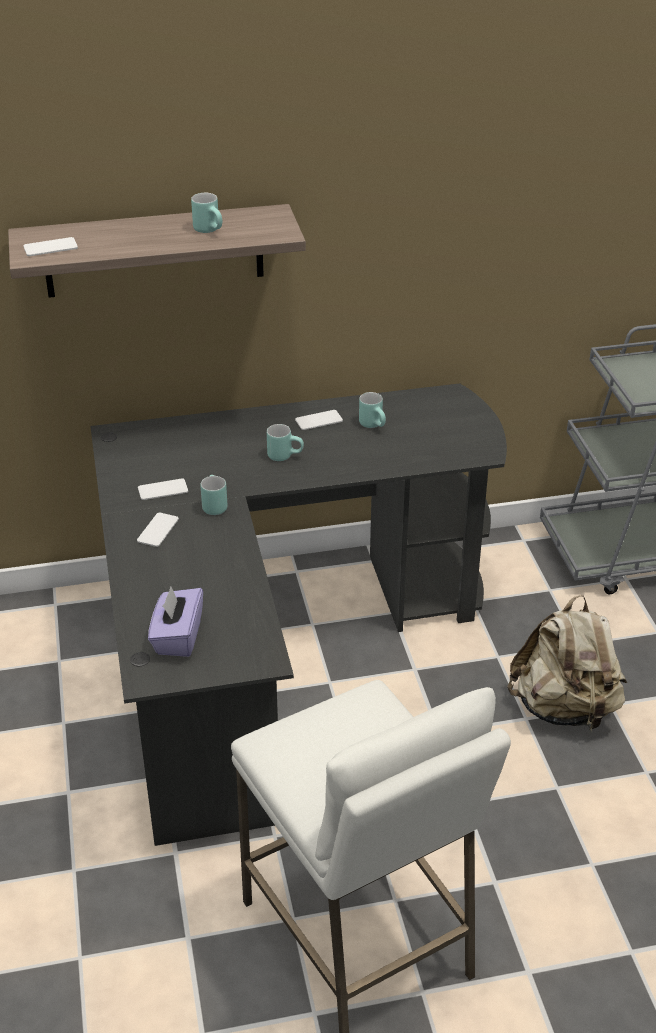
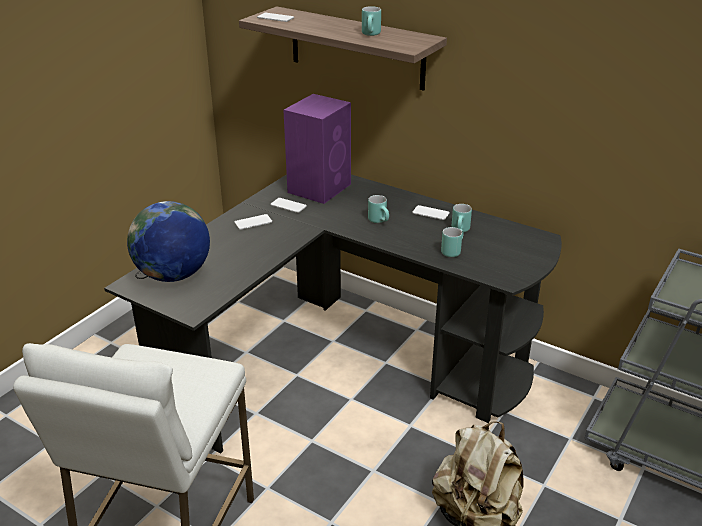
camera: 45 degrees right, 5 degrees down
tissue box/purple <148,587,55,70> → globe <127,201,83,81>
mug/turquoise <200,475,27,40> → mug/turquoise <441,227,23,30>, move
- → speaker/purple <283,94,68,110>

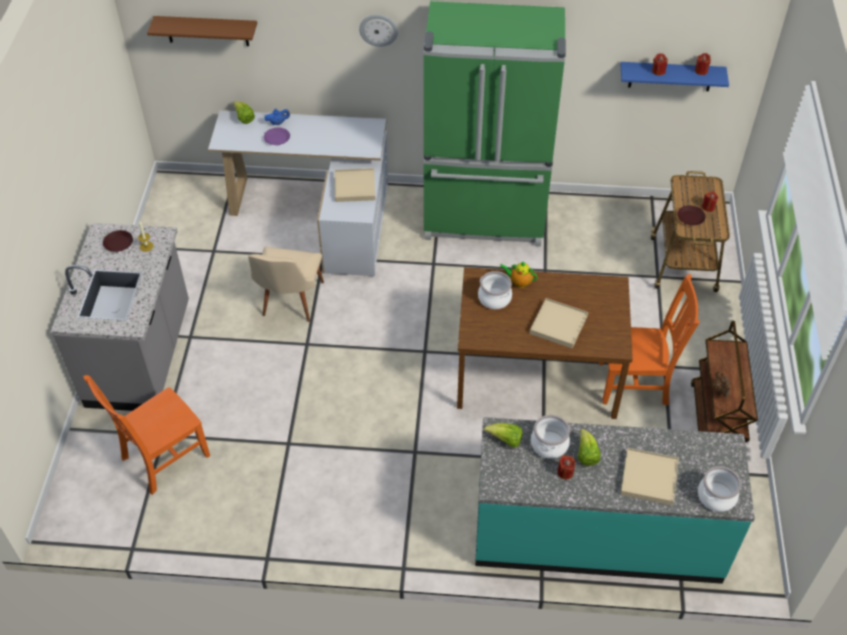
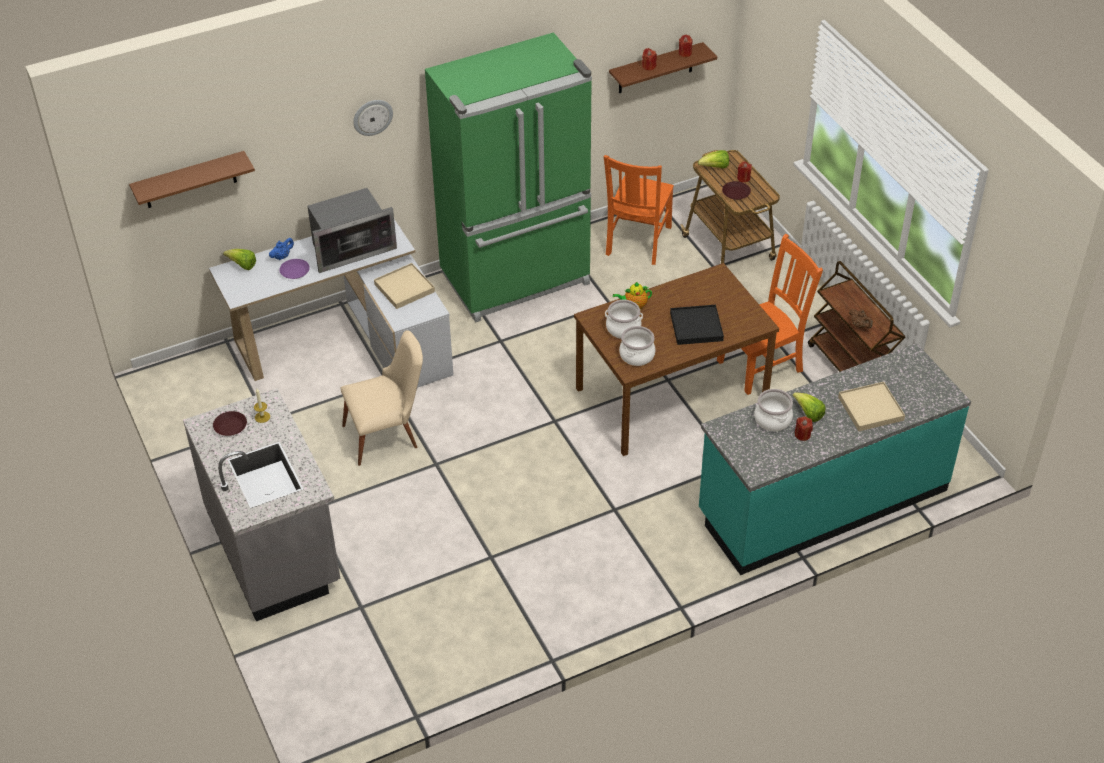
camera: 30 degrees left, 5 degrees down
chair/orange <83,375,127,120> → chair/orange <604,155,70,110>, move
chair/beige <248,247,76,75> → chair/beige <341,330,82,136>, 90 degrees counterclockwise
lettuce <484,423,39,25> → lettuce <698,150,31,18>, move
tray/beige <530,298,58,51> → tray/black <670,305,54,40>
shelf/blue <620,62,109,29> → shelf/brown <609,42,108,51>
cooking pot <698,466,43,46> → cooking pot <619,326,36,40>, move
- → microwave <307,188,90,85>

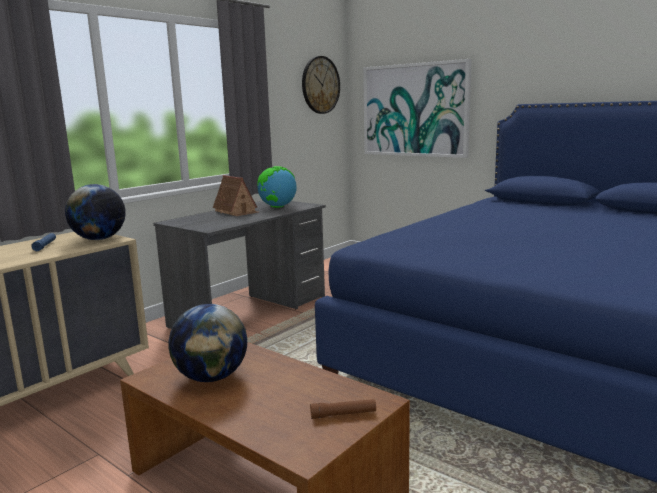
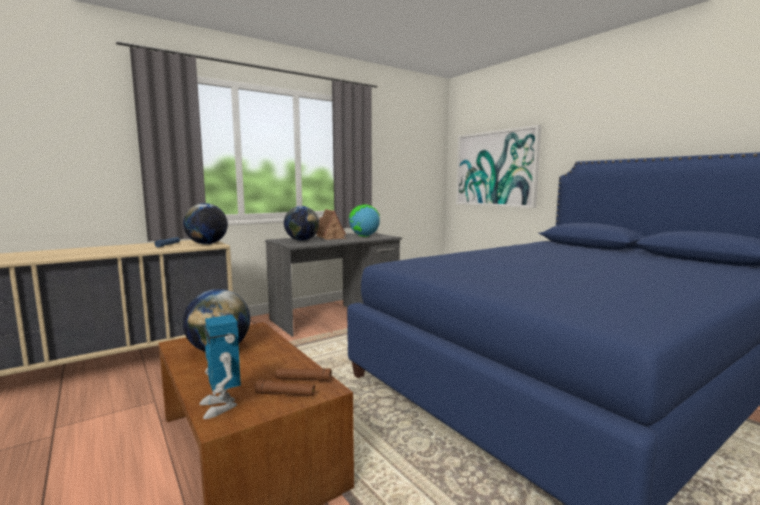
camera: 15 degrees right, 5 degrees down
wall clock <302,56,38,58> → -
- → toy robot <199,315,42,104>
- → flashlight/brown <275,368,57,13>
- → globe <284,206,35,35>

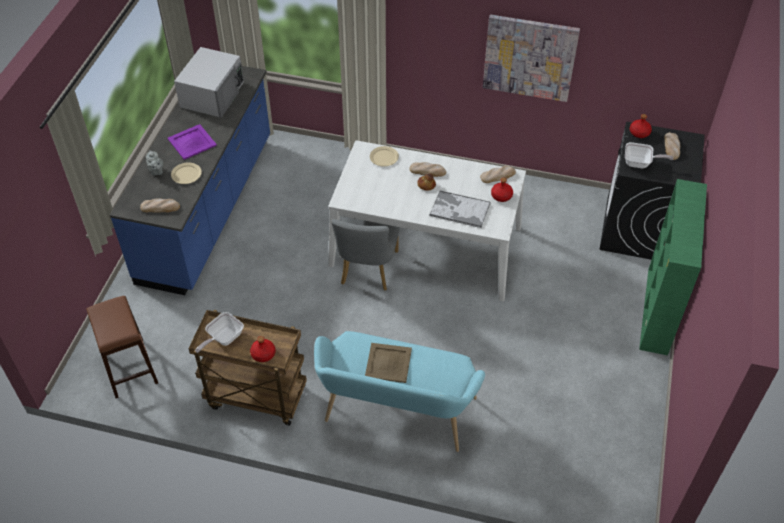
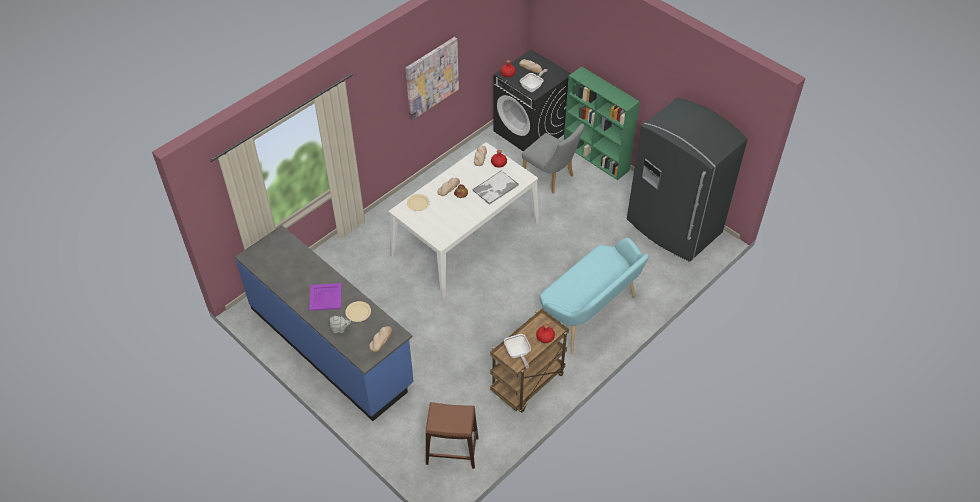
camera: 60 degrees left, 0 degrees up
microwave/white <174,47,70,71> → -
chair/grey <331,217,69,74> → chair/grey <522,124,62,70>, move
tray/beige <365,343,47,40> → -
- → fridge/grey <627,98,121,164>

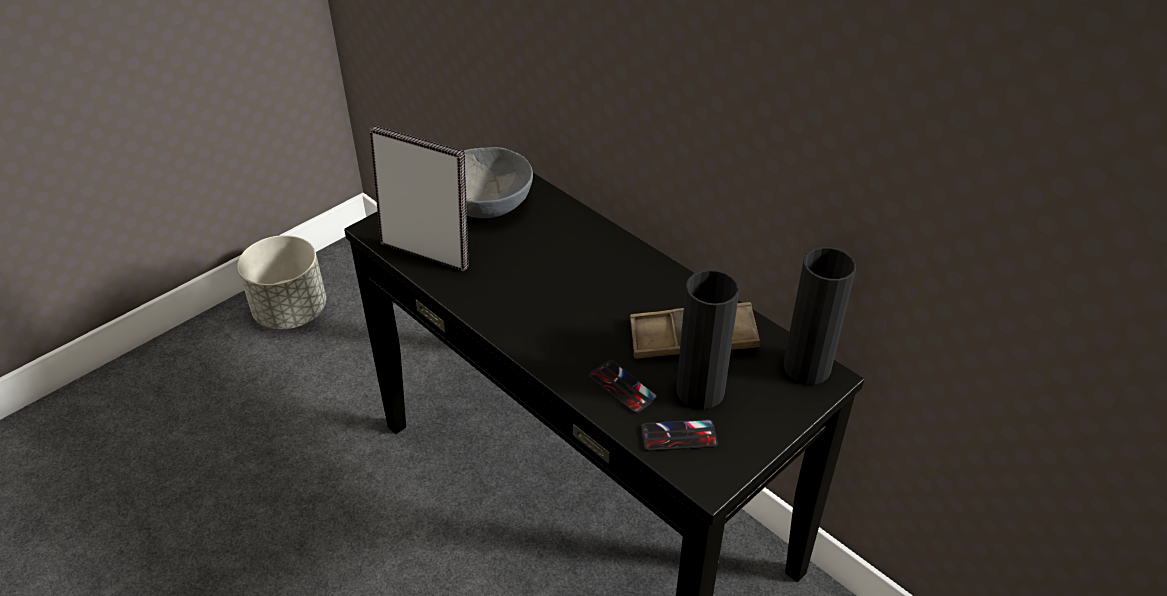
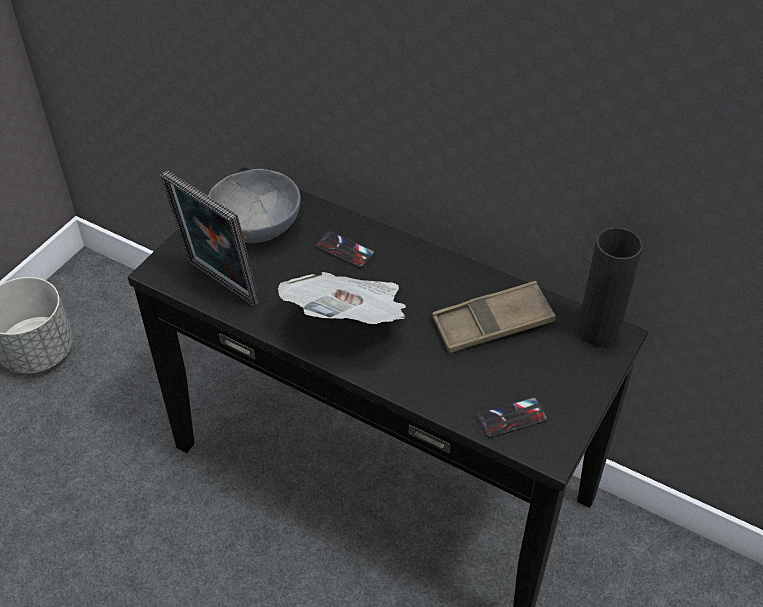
camera: 15 degrees left, 5 degrees up
picture frame <370,126,99,145> → picture frame <160,170,100,137>, 150 degrees counterclockwise
phone <589,360,69,54> → phone <315,231,60,37>, move
vase/black <676,270,64,139> → -
- → newspaper <278,272,128,52>

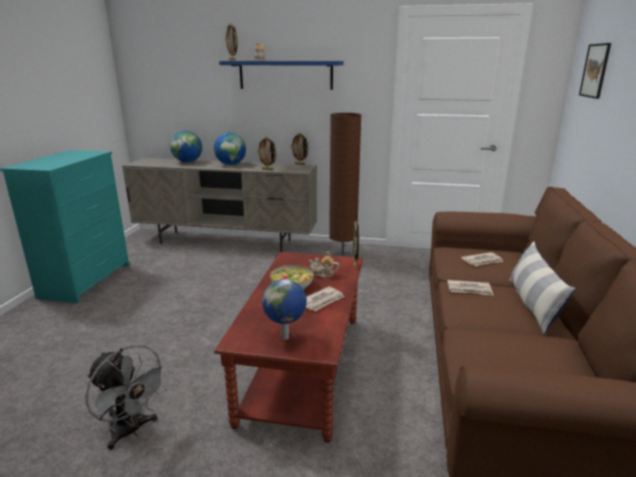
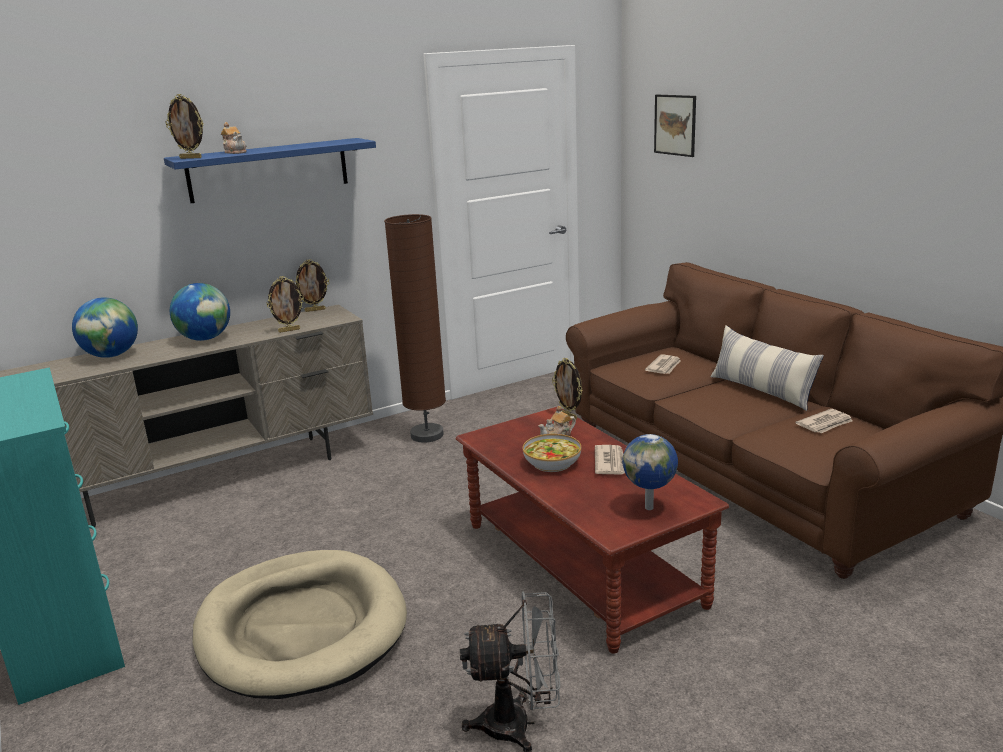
camera: 40 degrees left, 0 degrees up
newspaper <447,280,47,16> → newspaper <795,409,58,24>, move
- → dog bed/beige <192,550,215,149>

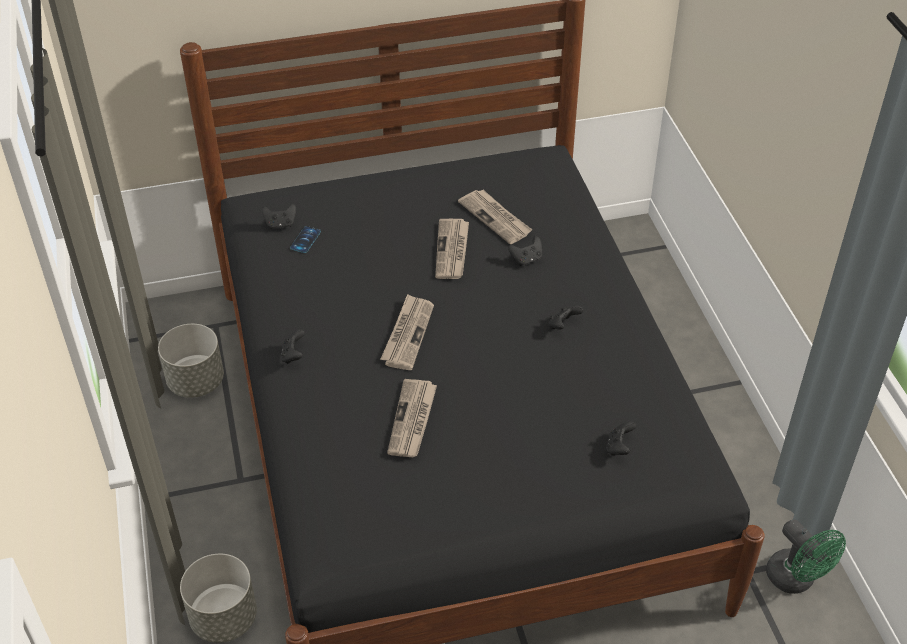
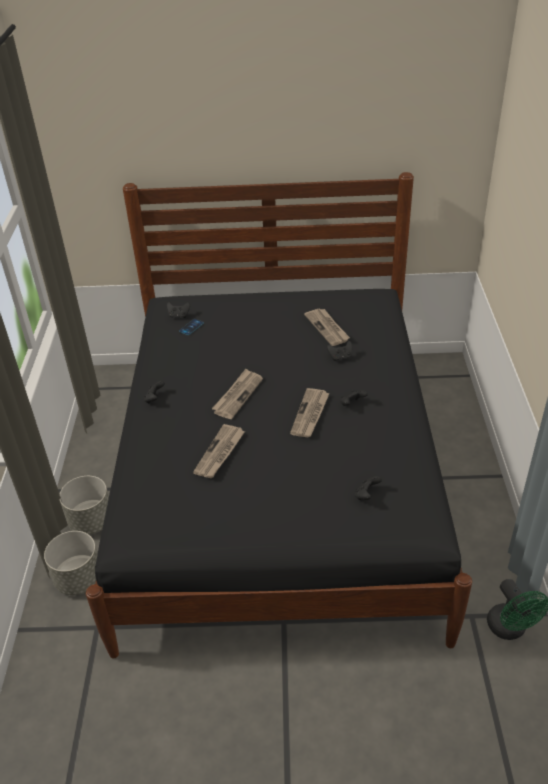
camera: 15 degrees right, 5 degrees down
planter/grey <158,324,66,74> → planter/grey <60,476,49,58>, move
newspaper <435,219,34,60> → newspaper <290,388,40,49>, move

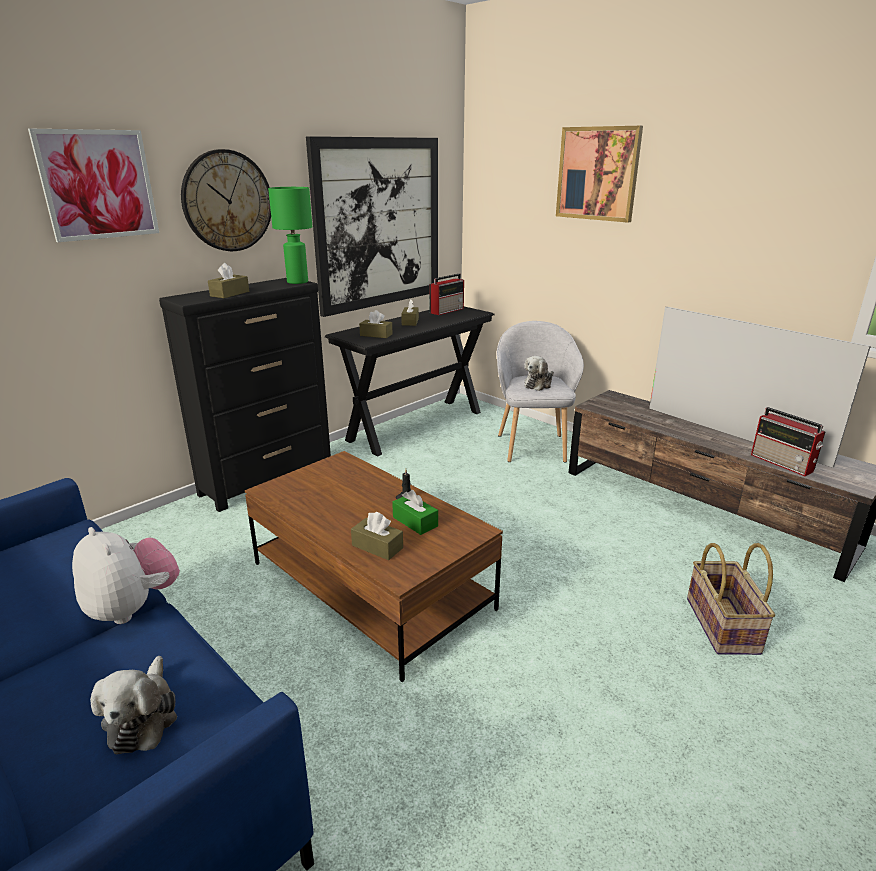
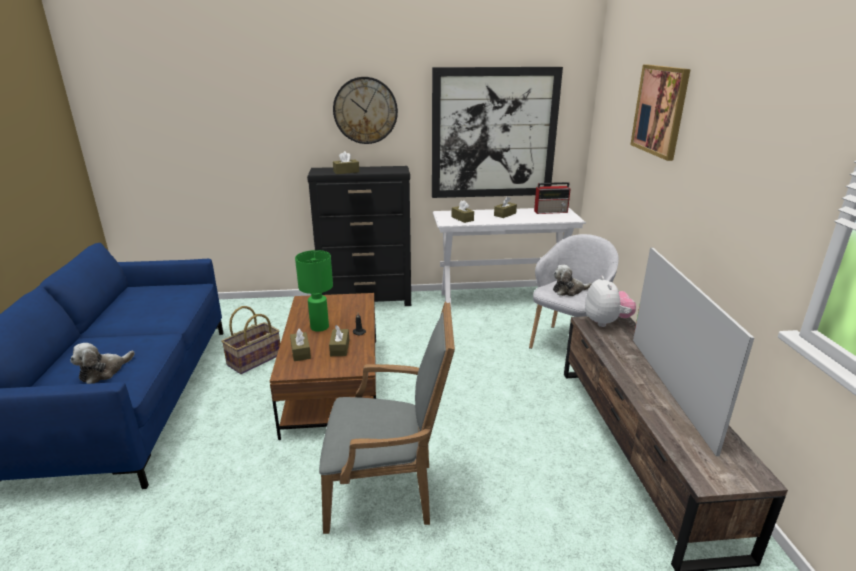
camera: 40 degrees right, 0 degrees up
picture <28,129,131,113> → -
plush toy <72,527,108,97> → plush toy <585,276,51,51>, move
table lamp/green <268,187,44,97> → table lamp/green <295,250,38,82>, move
console table/black <325,307,169,150> → console table/white <433,207,153,99>
tissue box/green <392,490,46,45> → tissue box/brown <329,325,20,31>
basket <687,543,88,112> → basket <221,306,59,68>, move
radio <751,407,75,69> → -
- → armchair/grey <319,301,136,233>

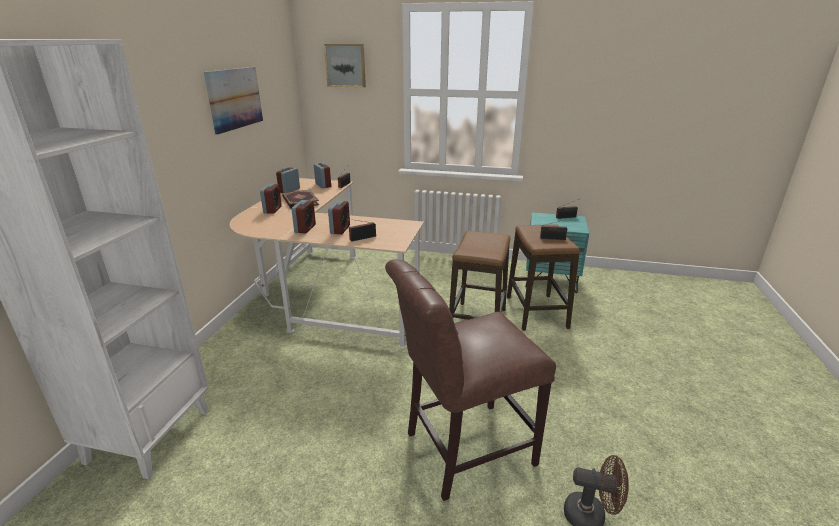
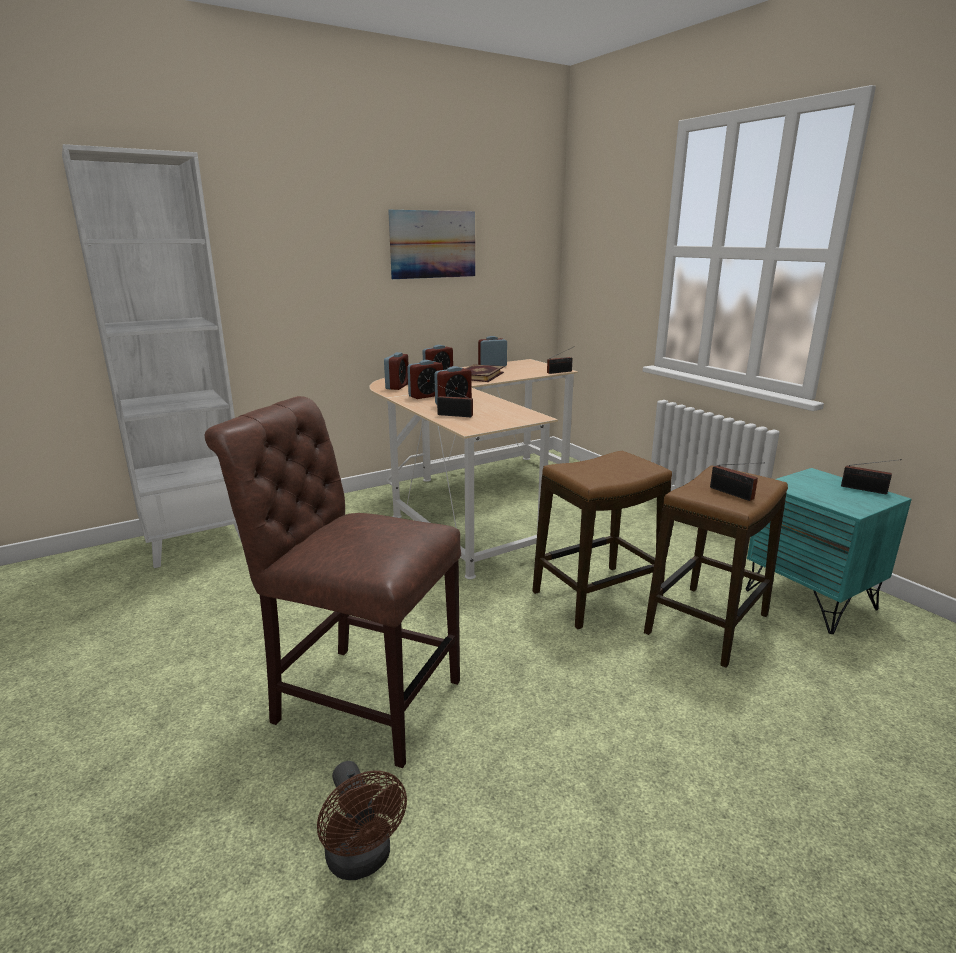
camera: 45 degrees right, 5 degrees down
alarm clock <314,162,17,26> → alarm clock <384,352,25,38>, move
picture <324,44,42,44> → -

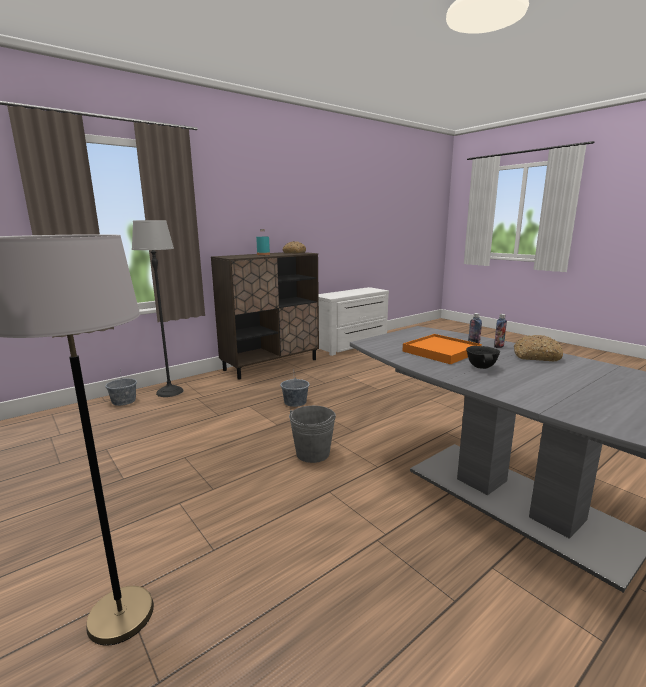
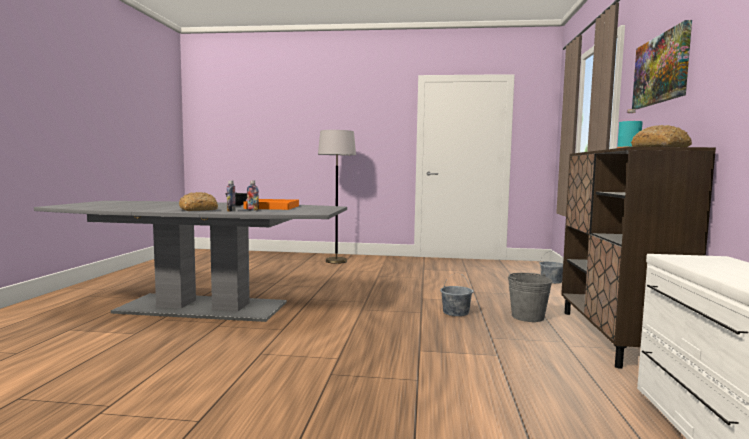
camera: 135 degrees right, 10 degrees down
floor lamp <132,220,52,177> → -
bucket/grey <289,406,47,57> → bucket/grey <508,273,45,49>, move
- → picture <632,20,60,89>

